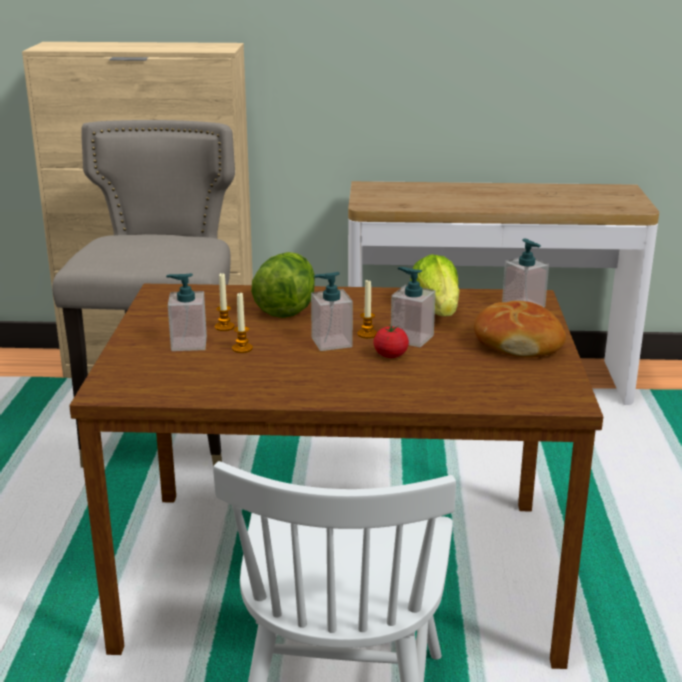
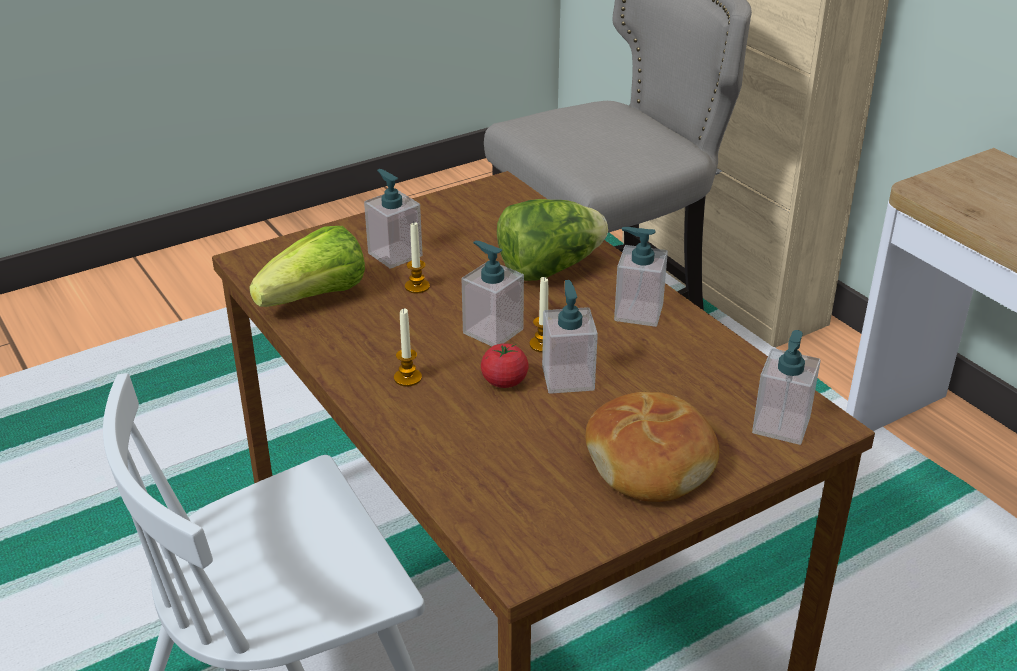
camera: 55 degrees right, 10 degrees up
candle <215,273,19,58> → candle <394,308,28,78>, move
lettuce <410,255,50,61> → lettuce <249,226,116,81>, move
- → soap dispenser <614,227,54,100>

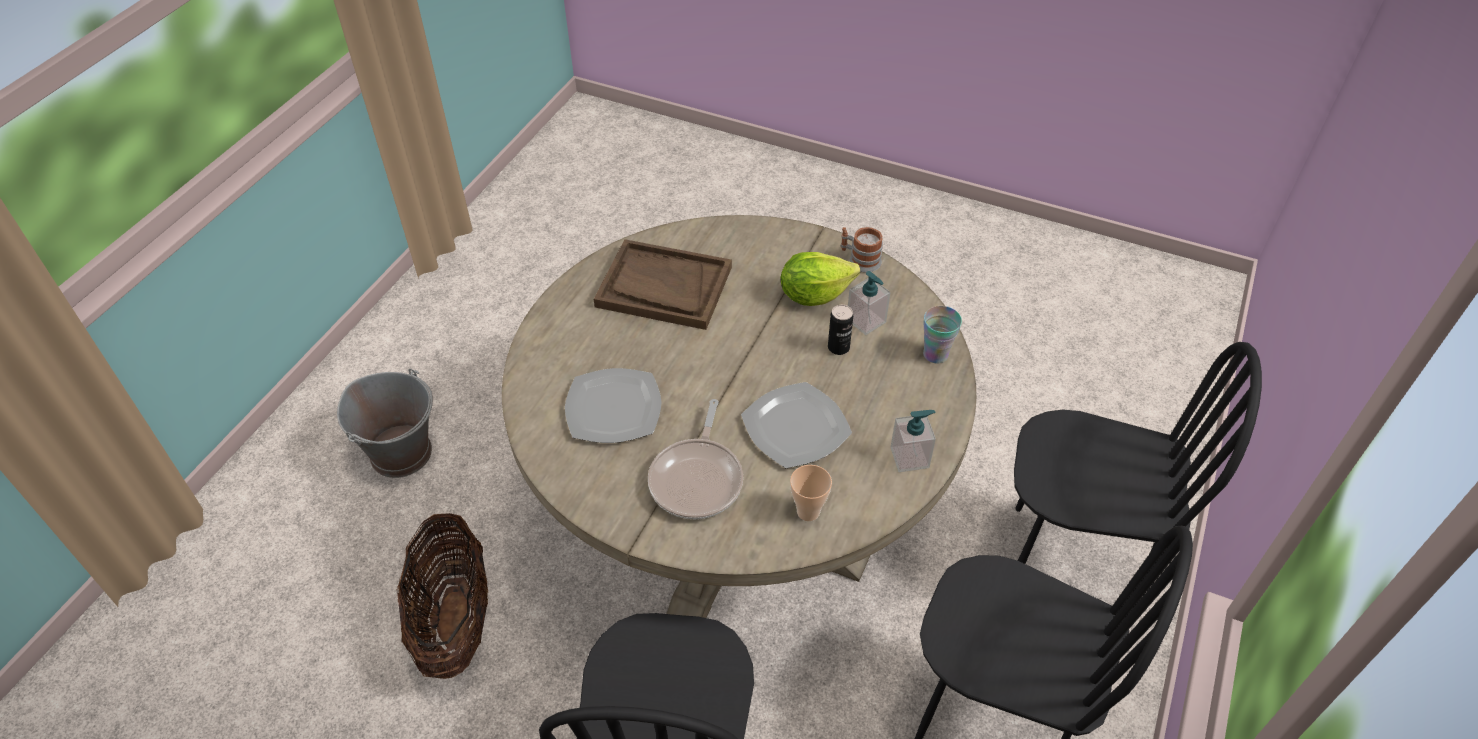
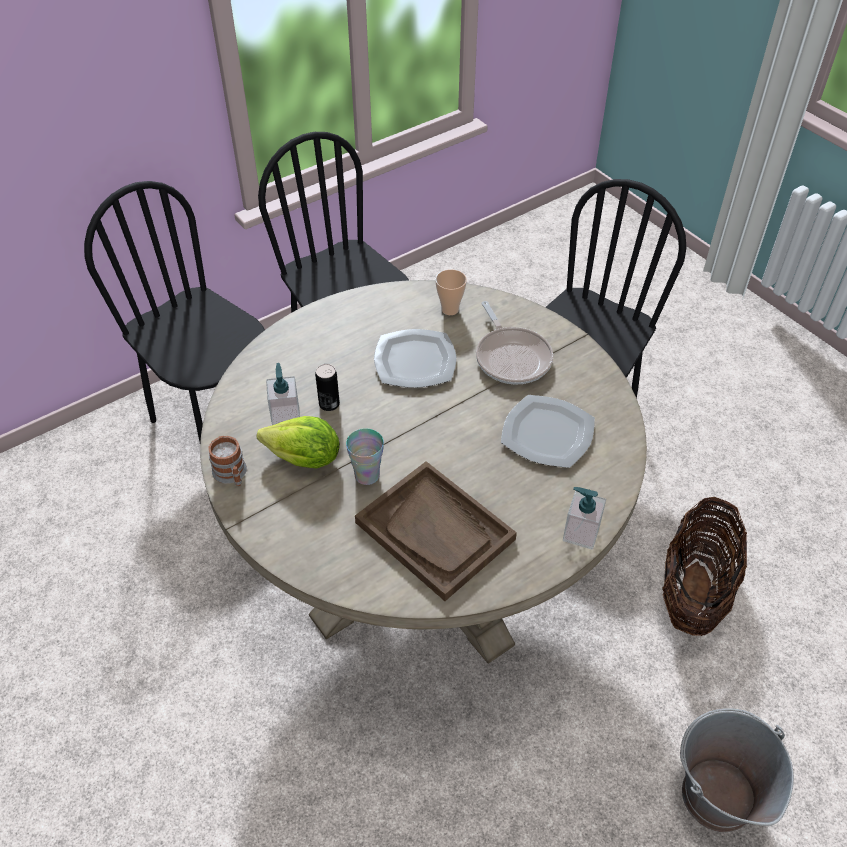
camera: 150 degrees left, 0 degrees up
frying pan <648,399,95,120> → frying pan <476,301,77,83>, 120 degrees clockwise
soap dispenser <890,410,46,62> → soap dispenser <563,487,43,63>, move
cup <923,306,39,58> → cup <346,428,38,57>, move

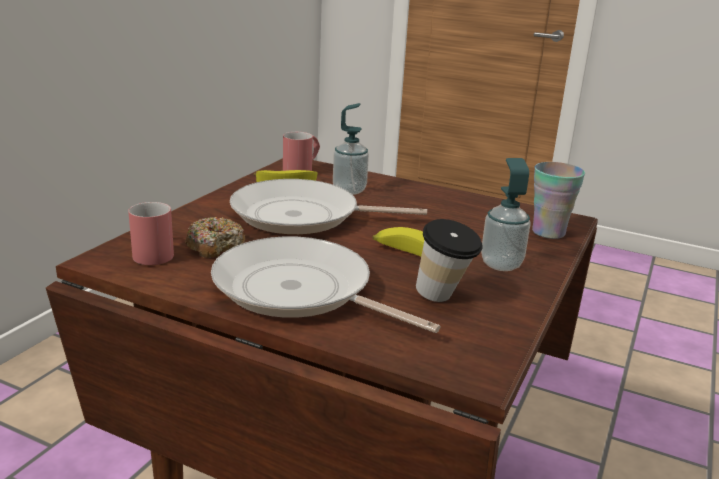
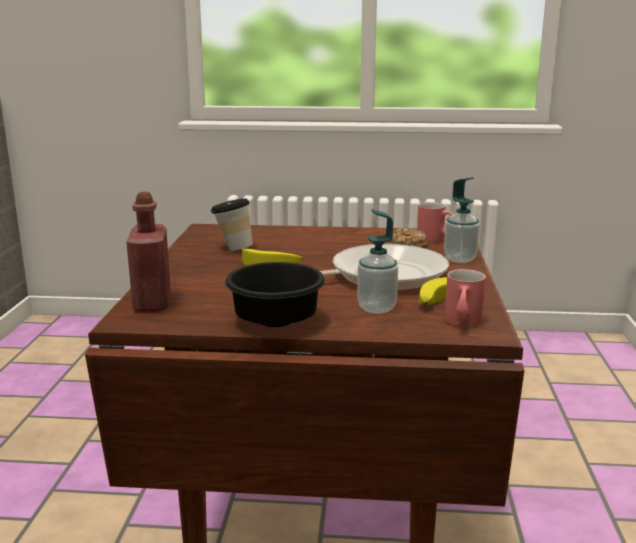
camera: 160 degrees right, 5 degrees down
frying pan <211,236,230,97> → -
soap dispenser <481,158,49,113> → soap dispenser <444,177,36,86>, move
cup <532,162,53,77> → bottle/red <127,192,44,120>
- → bowl/black <225,262,100,65>

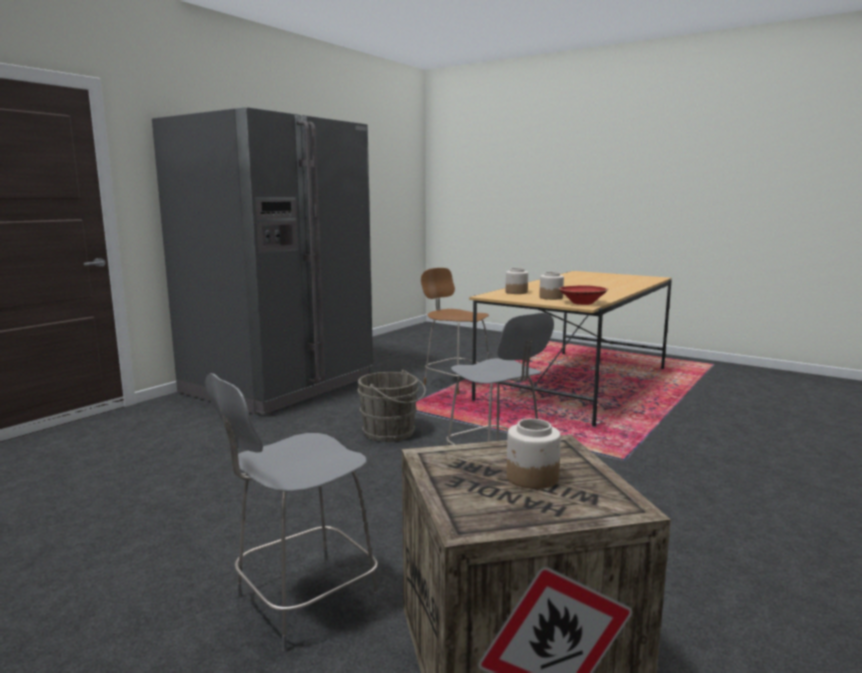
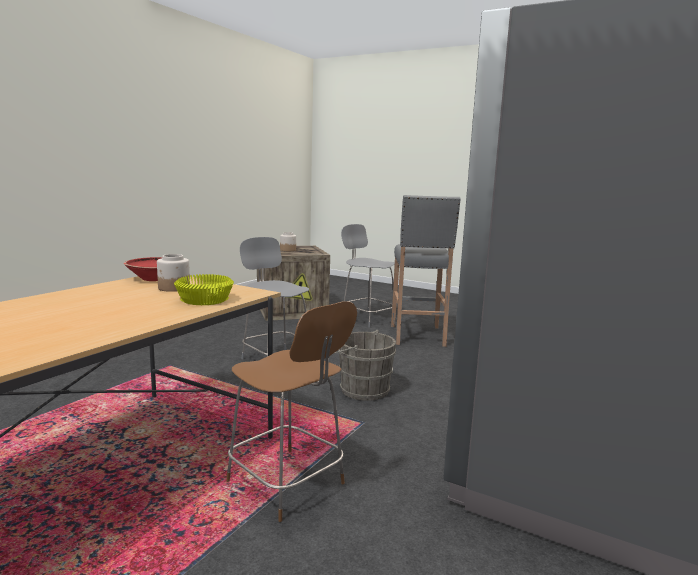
camera: 175 degrees right, 0 degrees up
chair/grey <205,373,175,278> → chair/grey <341,224,55,104>, 90 degrees counterclockwise
jar <506,268,22,26> → bowl/yellow <174,274,60,31>
- → stool/grey <391,195,70,152>

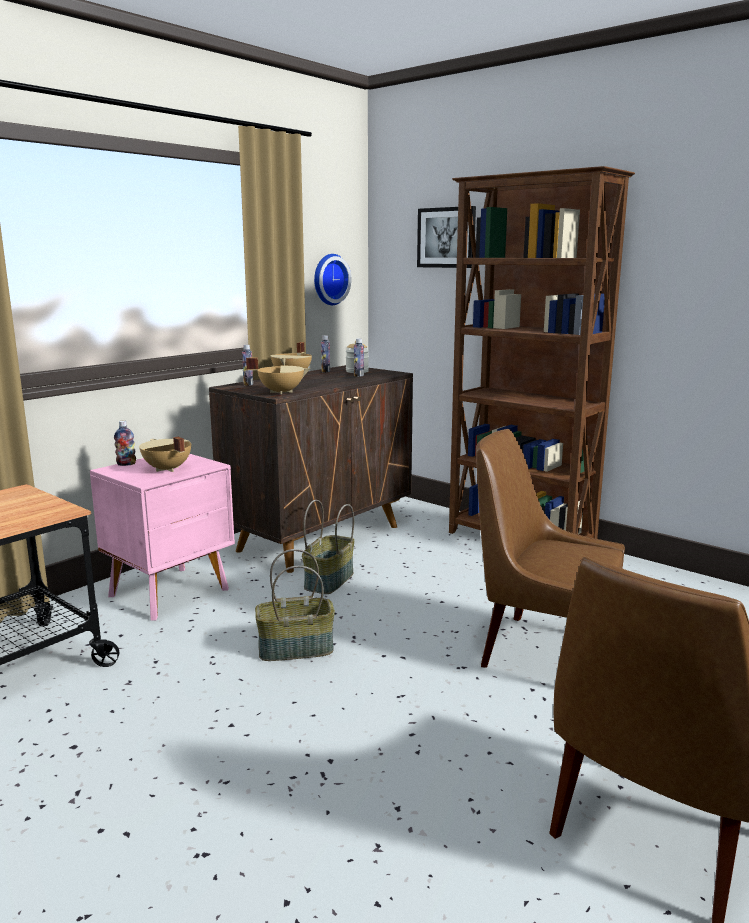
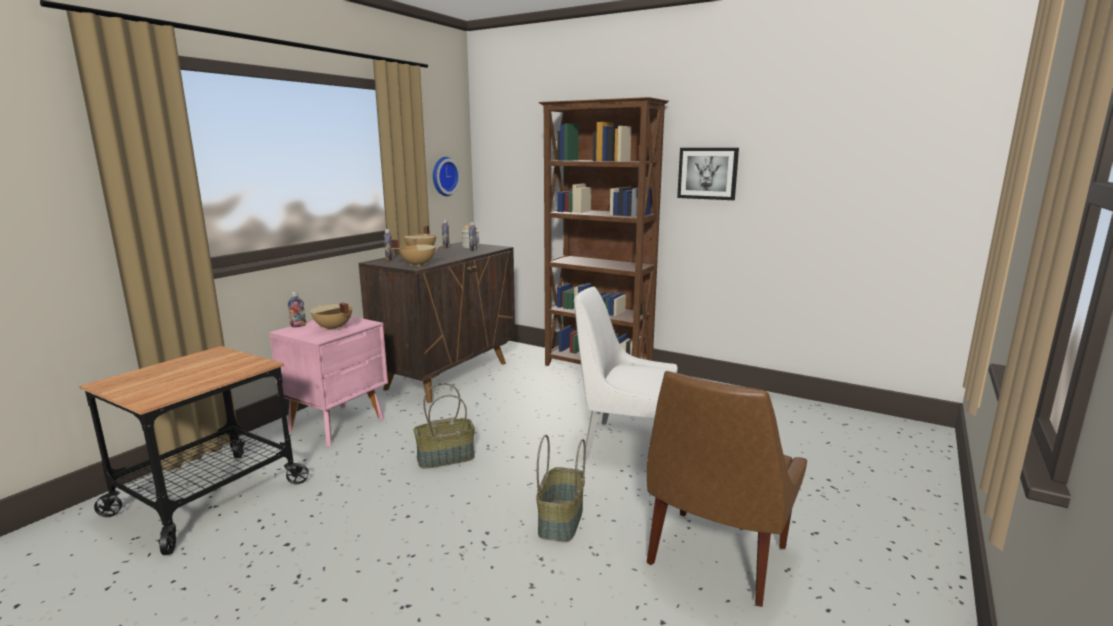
camera: 10 degrees left, 0 degrees up
basket <302,500,52,94> → basket <536,435,50,107>, move
picture <417,206,59,62> → picture <677,148,62,52>, move
chair/brown <476,429,149,239> → chair/white <574,287,103,172>

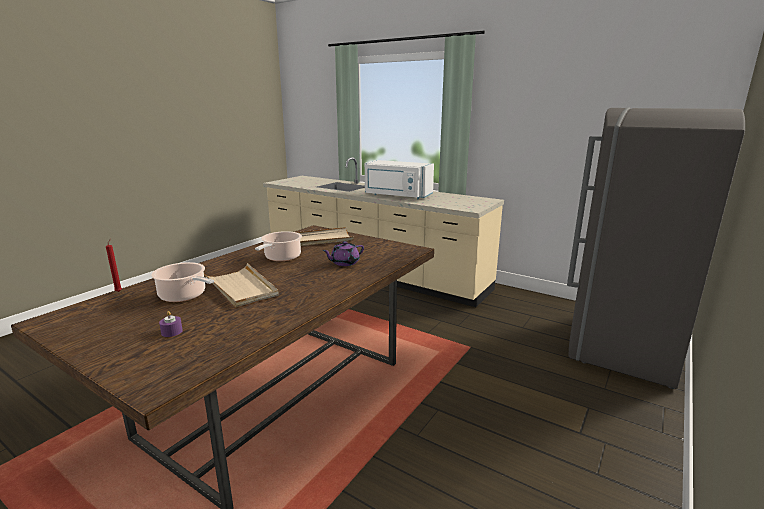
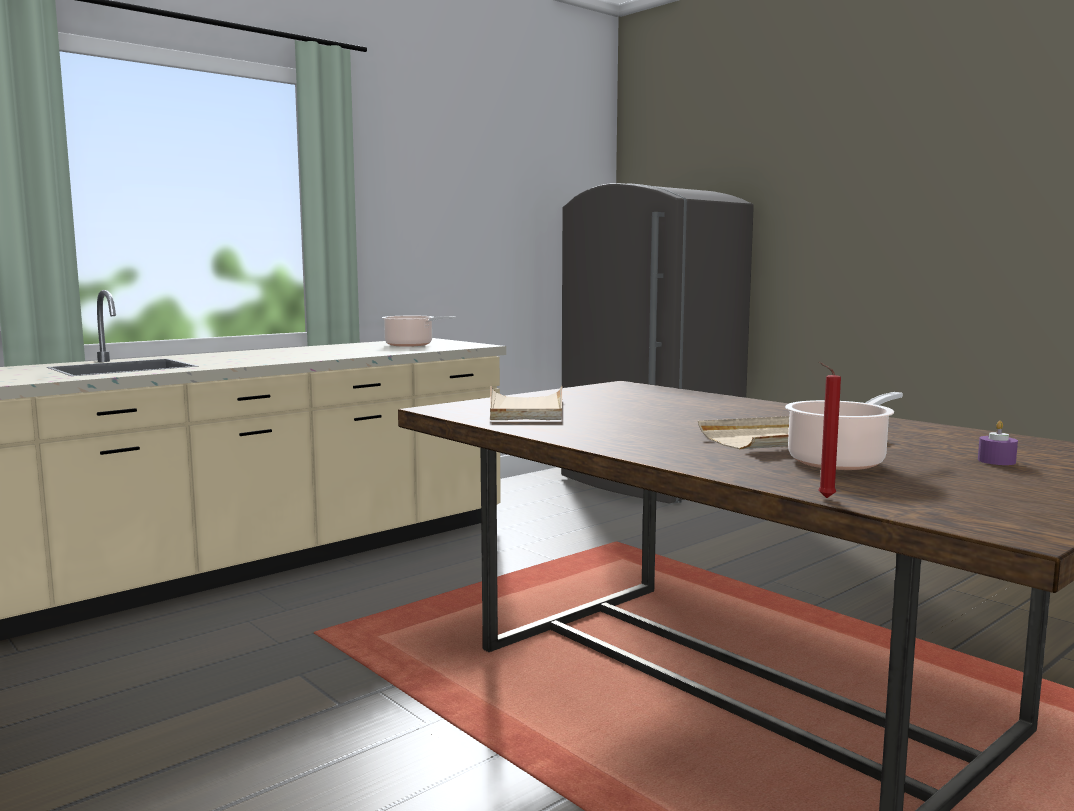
camera: 75 degrees left, 10 degrees down
cooking pot <255,231,47,30> → cooking pot <382,316,74,31>, move
teapot/purple <322,241,42,25> → -
microwave/white <365,160,69,39> → -

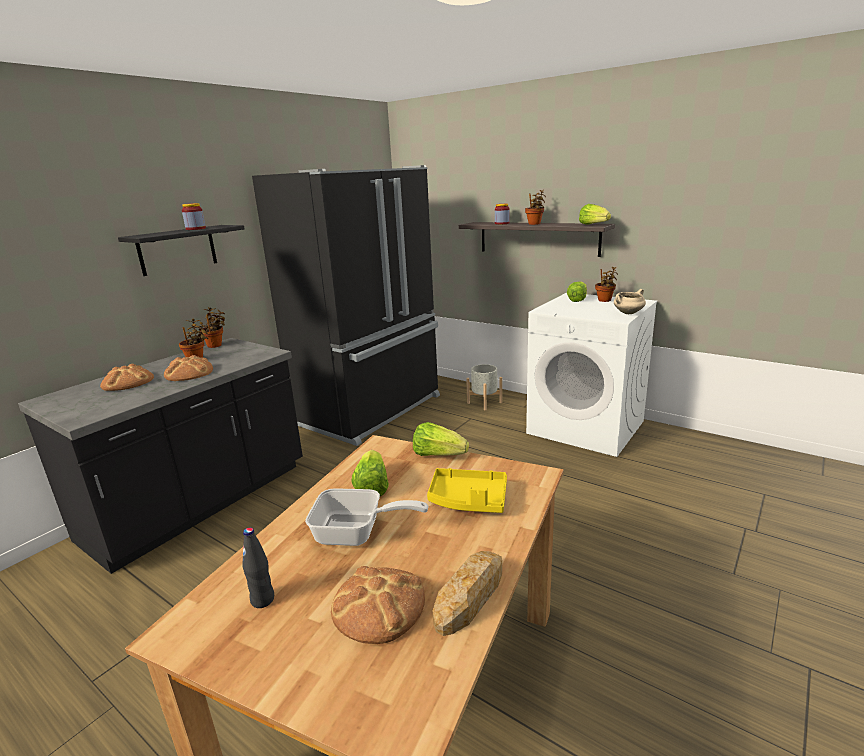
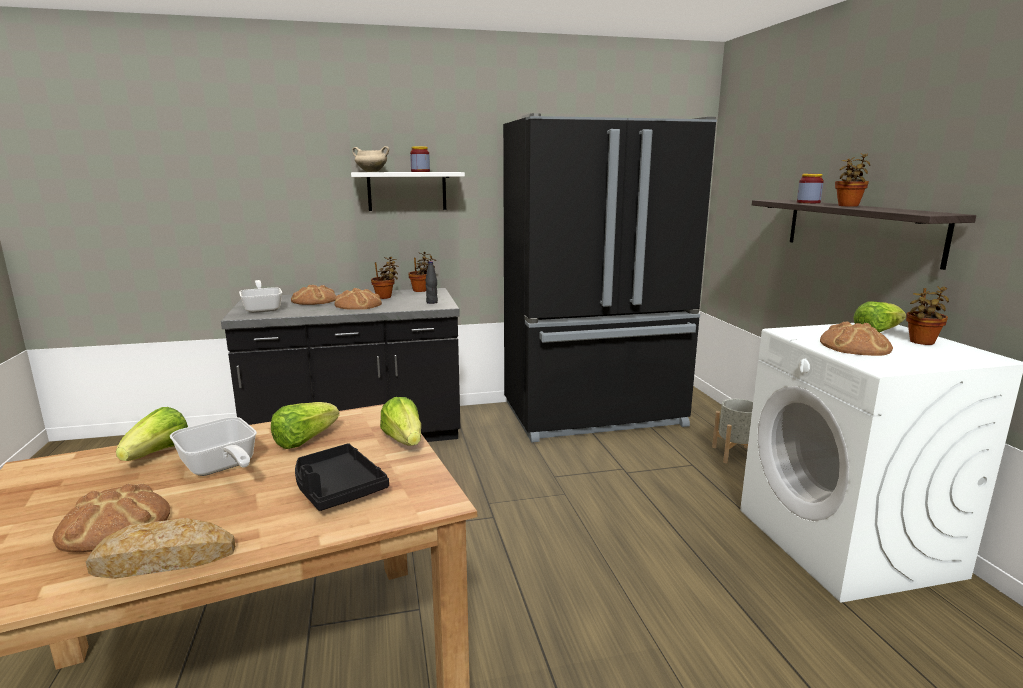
camera: 40 degrees right, 5 degrees down
shelf/black <118,225,126,51> → shelf/white <351,172,114,39>
bottle/black <242,528,32,80> → bottle/black <425,261,13,43>, move
tray/yellow <427,468,80,45> → tray/black <295,444,94,67>
lettuce <579,204,32,21> → lettuce <116,407,72,54>, move
cooking pot/beige <614,289,32,25> → cooking pot/beige <352,146,37,26>, move
- → frying pan <239,280,43,33>
- → bread <820,321,73,35>

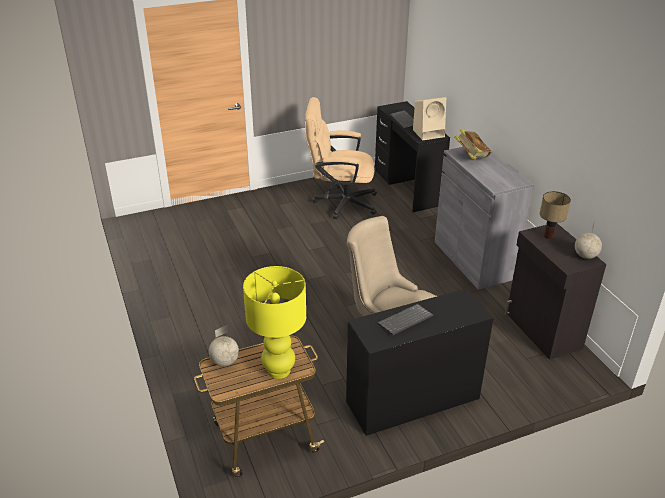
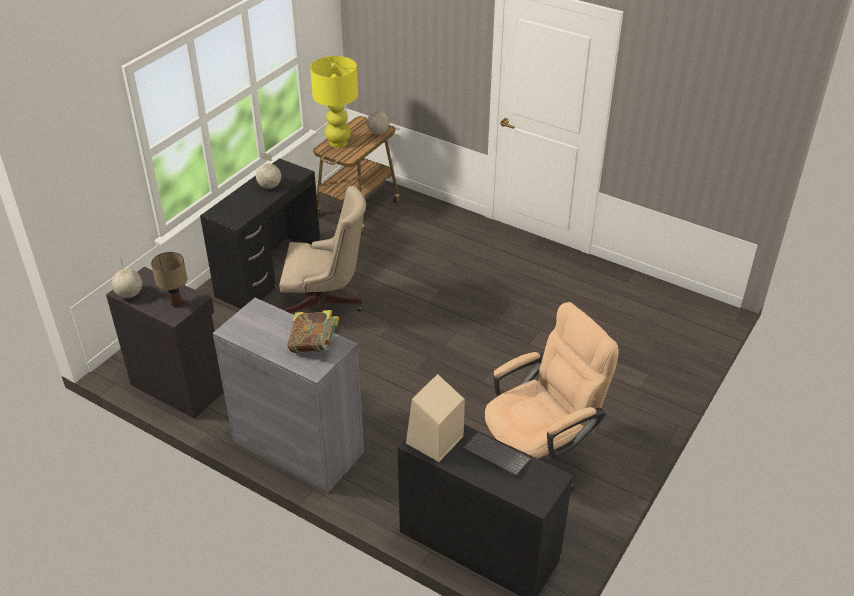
camera: 145 degrees right, 5 degrees up
keyboard <378,304,55,31> → globe <256,152,25,37>

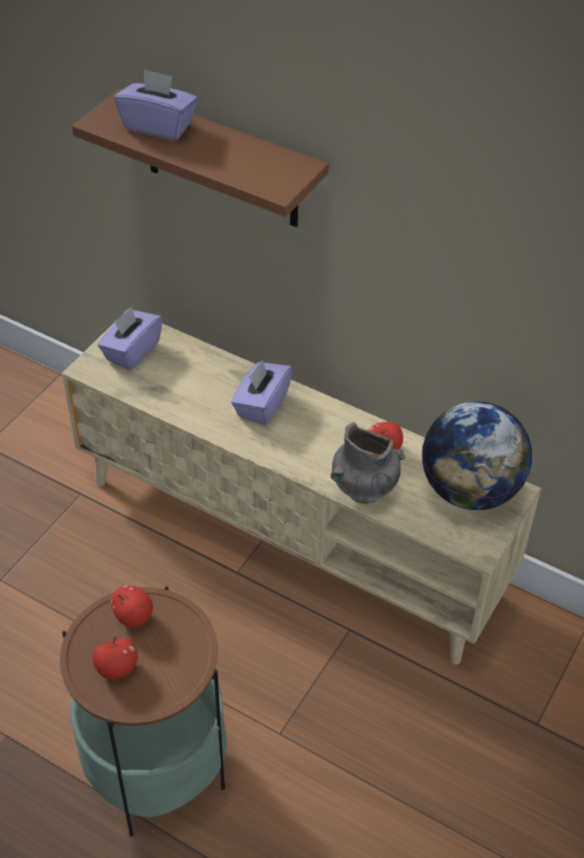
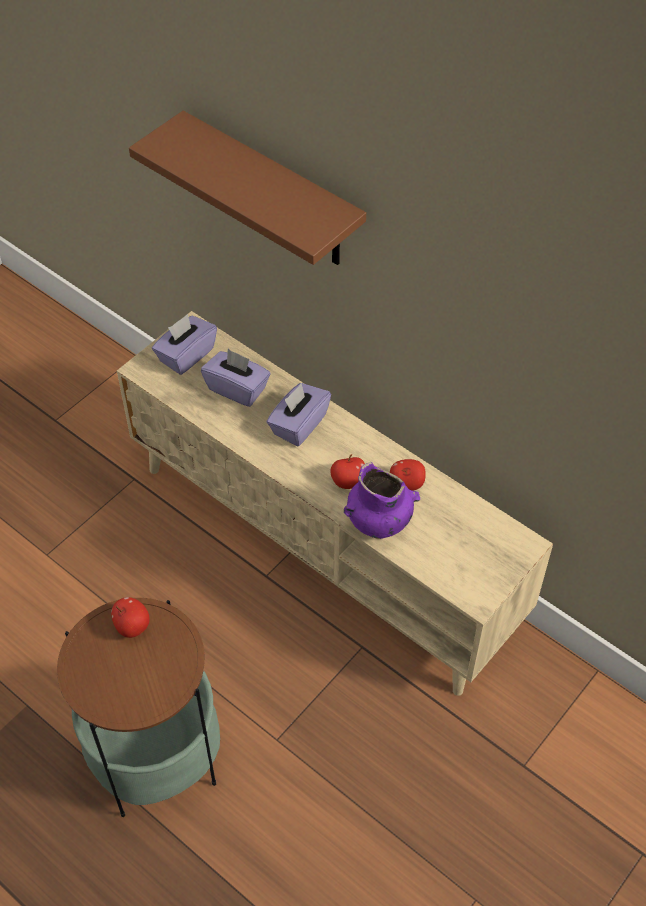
camera: 10 degrees right, 5 degrees up
apple <92,636,46,44> → apple <331,454,34,35>, move
tissue box/purple <114,69,84,71> → tissue box/purple <201,349,70,58>, move
vase/grey <331,422,74,82> → vase/purple <344,462,76,77>
globe <422,401,110,109> → -

